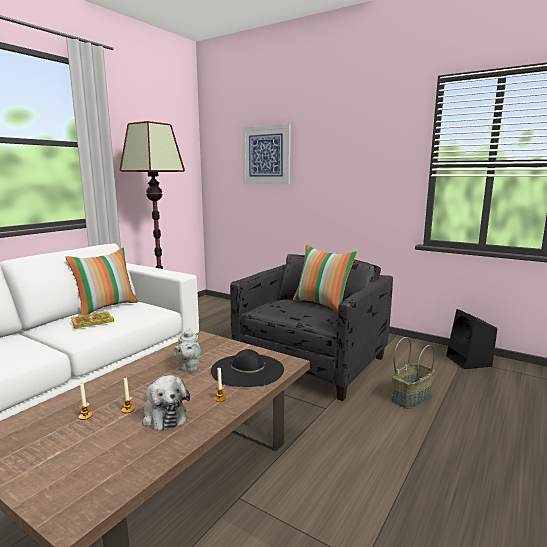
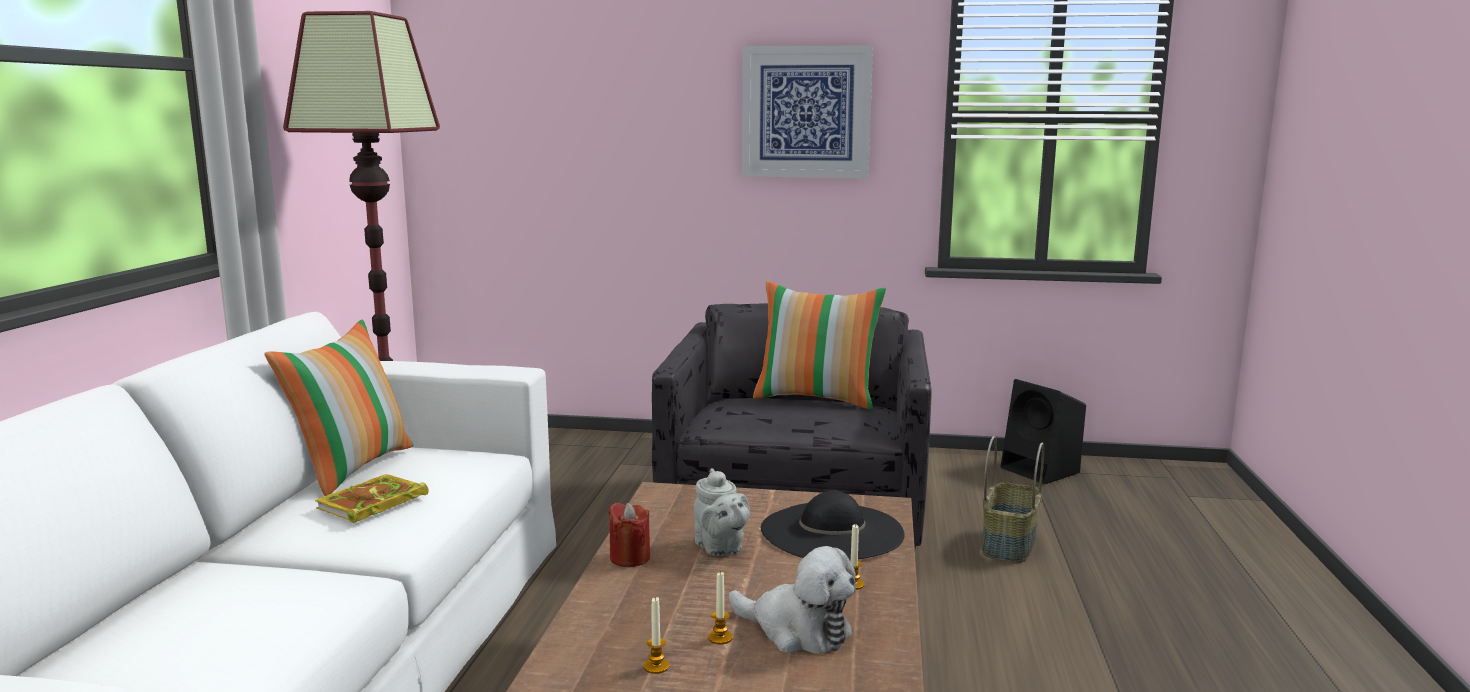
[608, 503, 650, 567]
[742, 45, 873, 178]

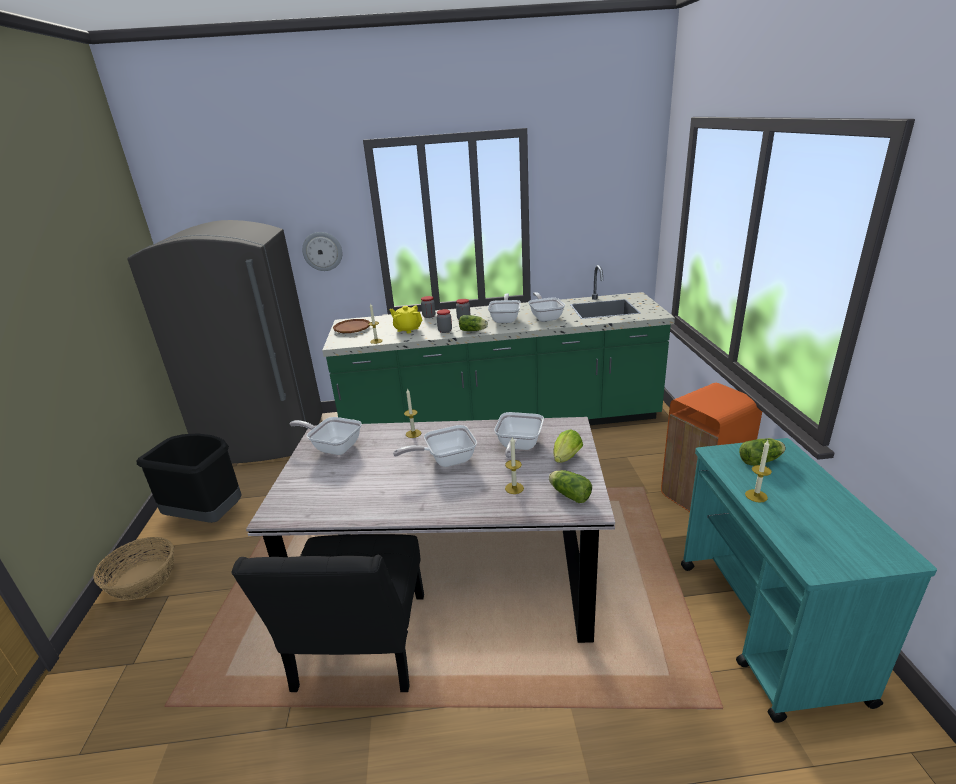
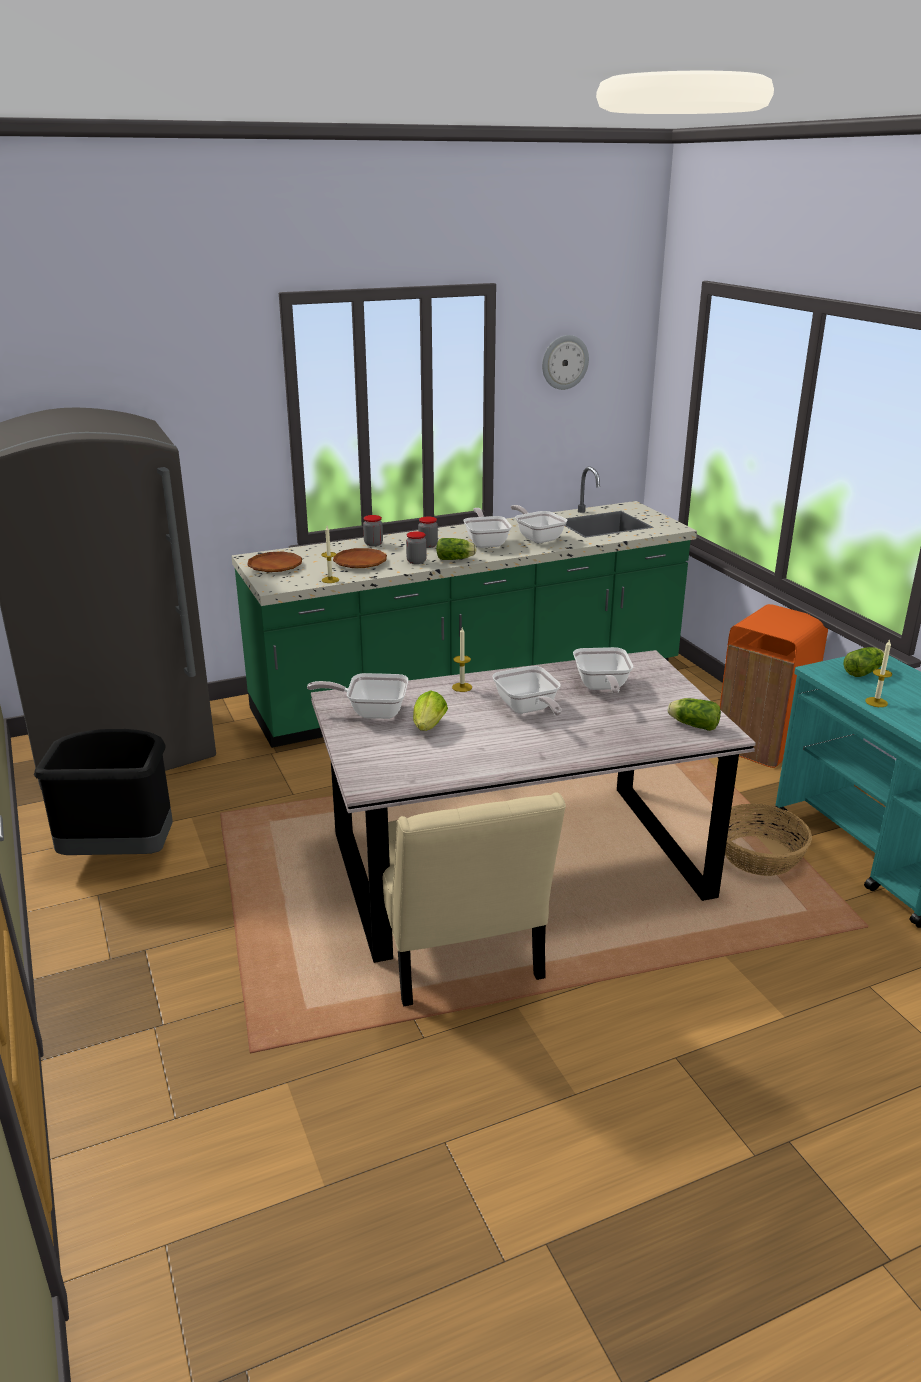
[505, 437, 524, 494] (first image)
[725, 803, 812, 876]
[542, 335, 589, 390]
[413, 690, 448, 731]
[333, 548, 387, 568]
[383, 792, 566, 1006]
[492, 666, 562, 716]

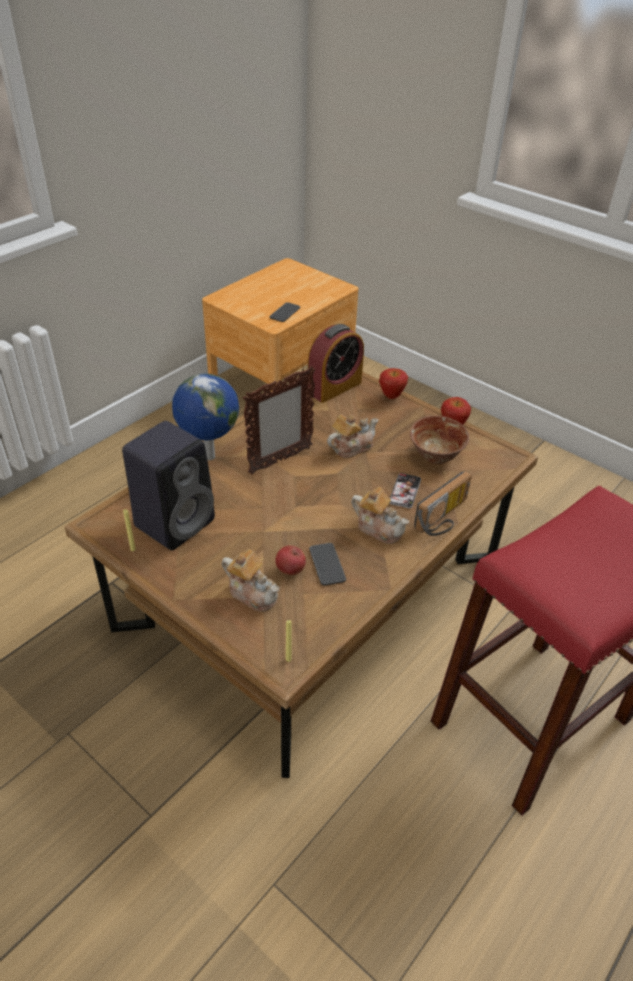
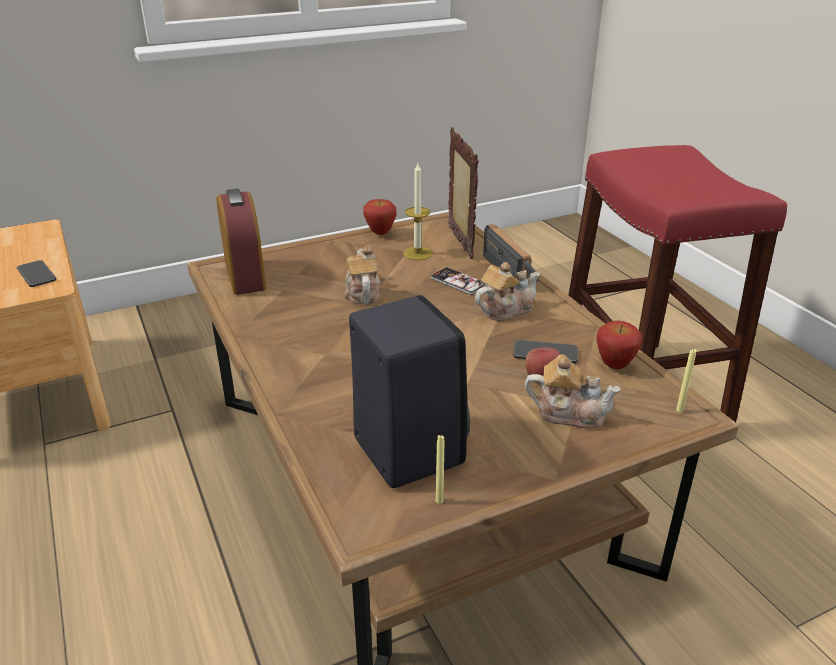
[172, 373, 239, 460] (first image)
[448, 127, 479, 259]
[596, 320, 642, 369]
[403, 163, 432, 260]
[525, 354, 621, 429]

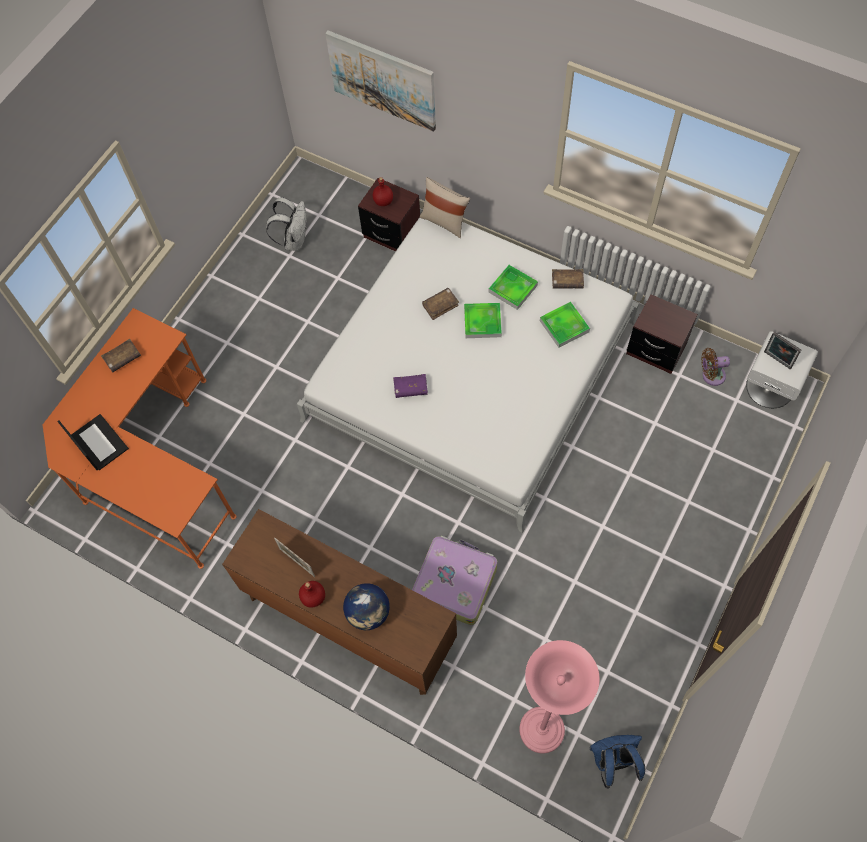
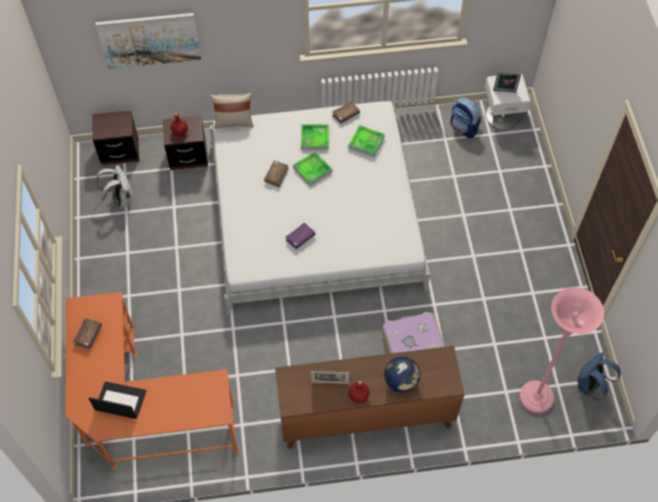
[92, 110, 139, 165]
[450, 97, 481, 138]

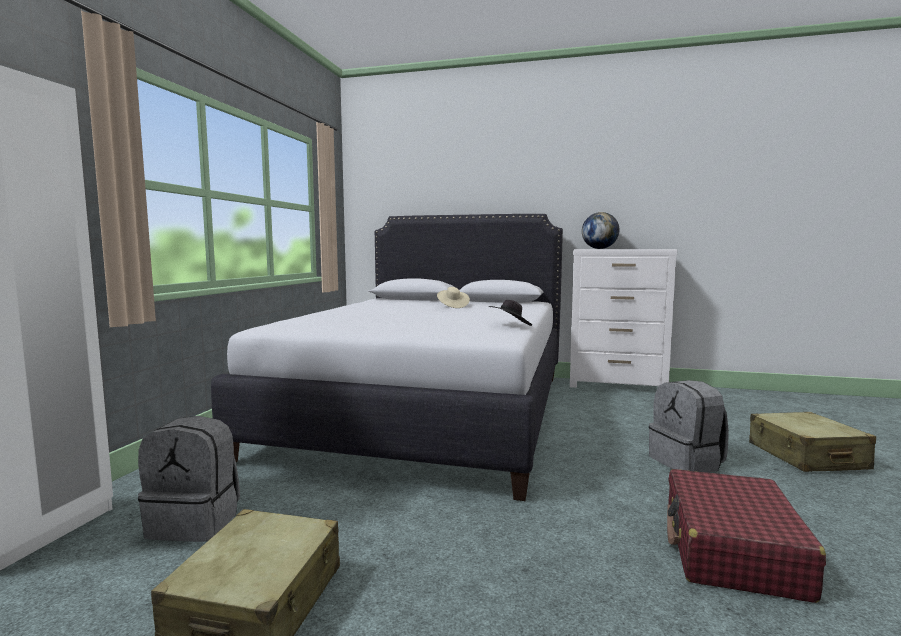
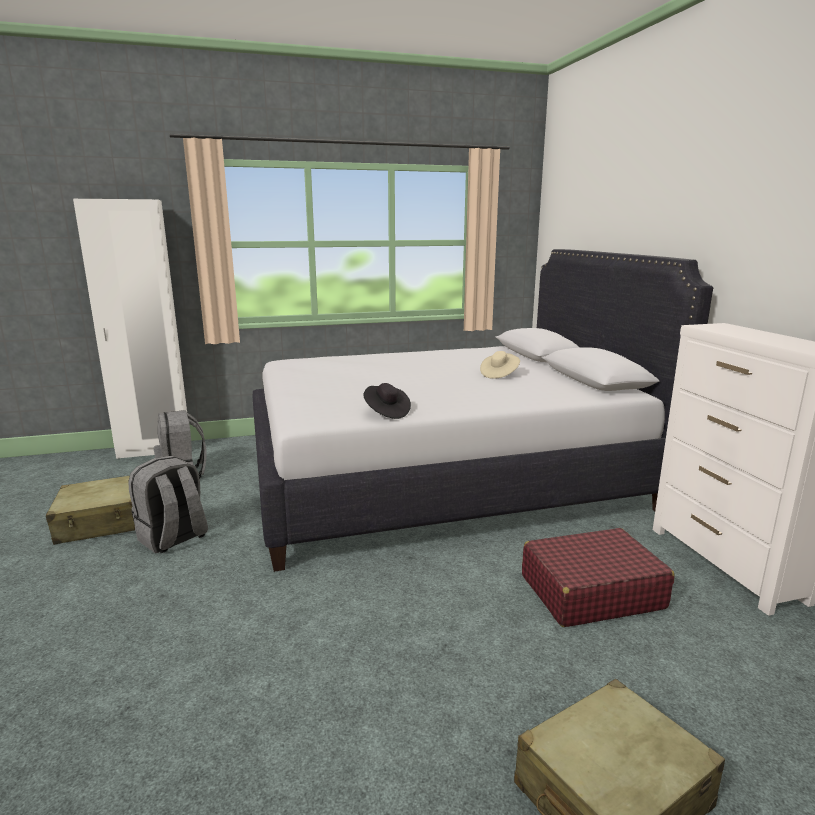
[582, 212, 619, 249] (first image)
[128, 456, 208, 554]
[522, 528, 675, 627]

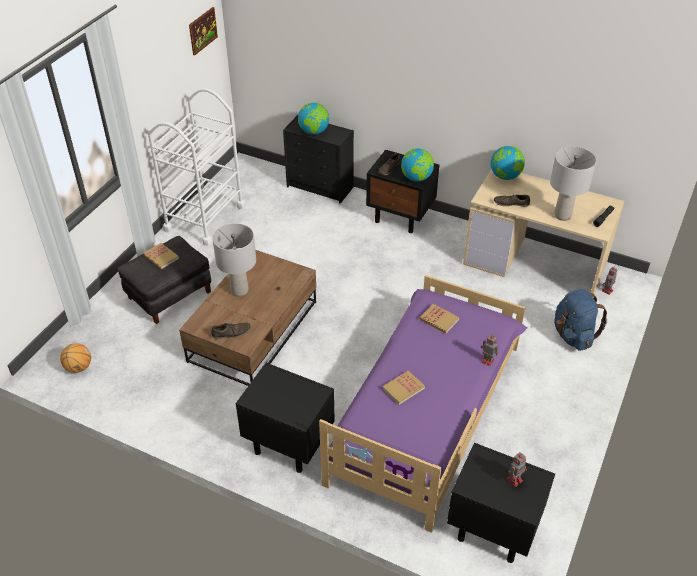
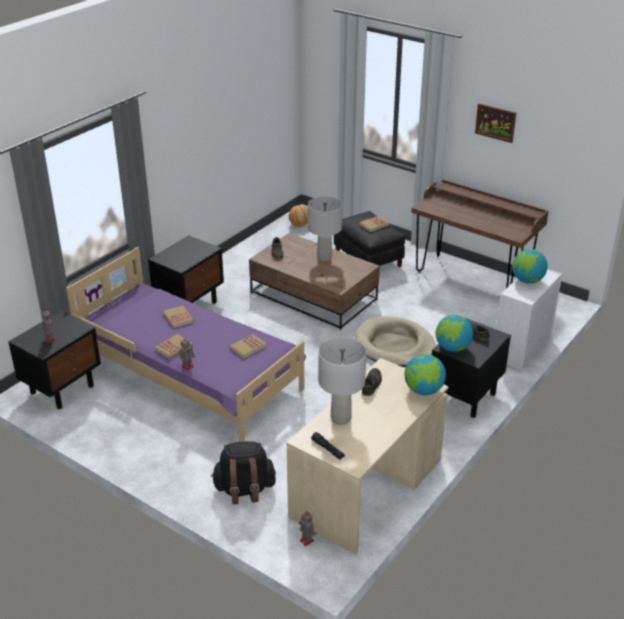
[155, 334, 193, 359]
[355, 316, 436, 367]
[475, 104, 516, 143]
[411, 179, 549, 289]
[496, 269, 562, 370]
[211, 441, 276, 504]

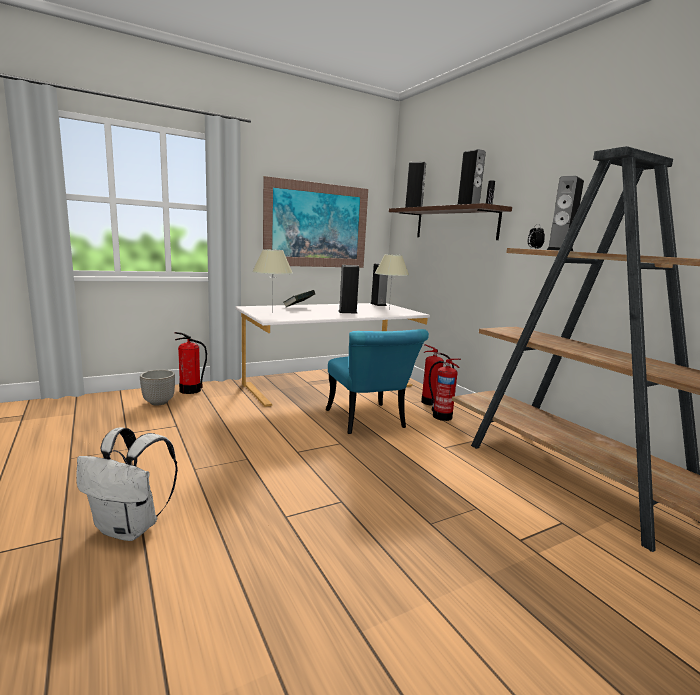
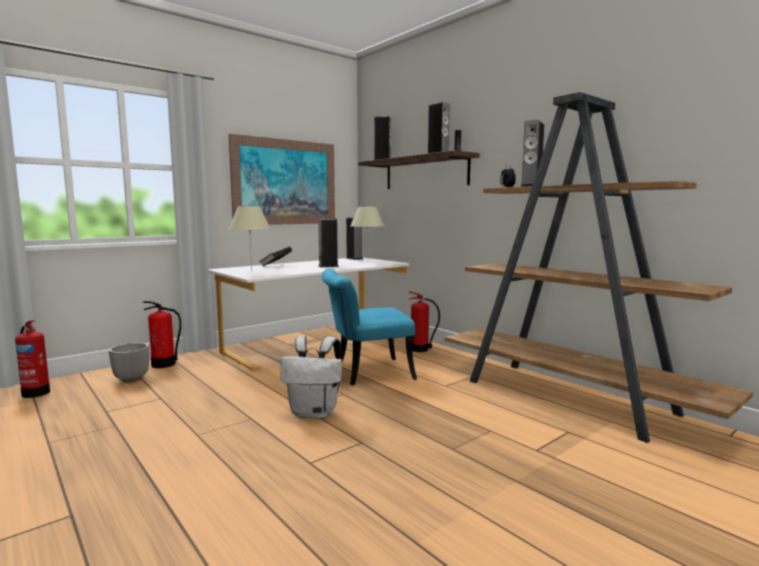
[280, 336, 342, 418]
[15, 320, 50, 398]
[322, 268, 417, 386]

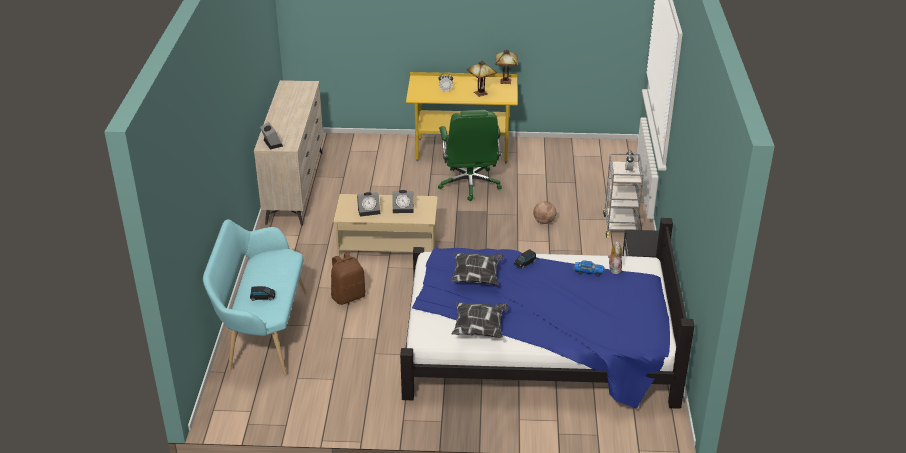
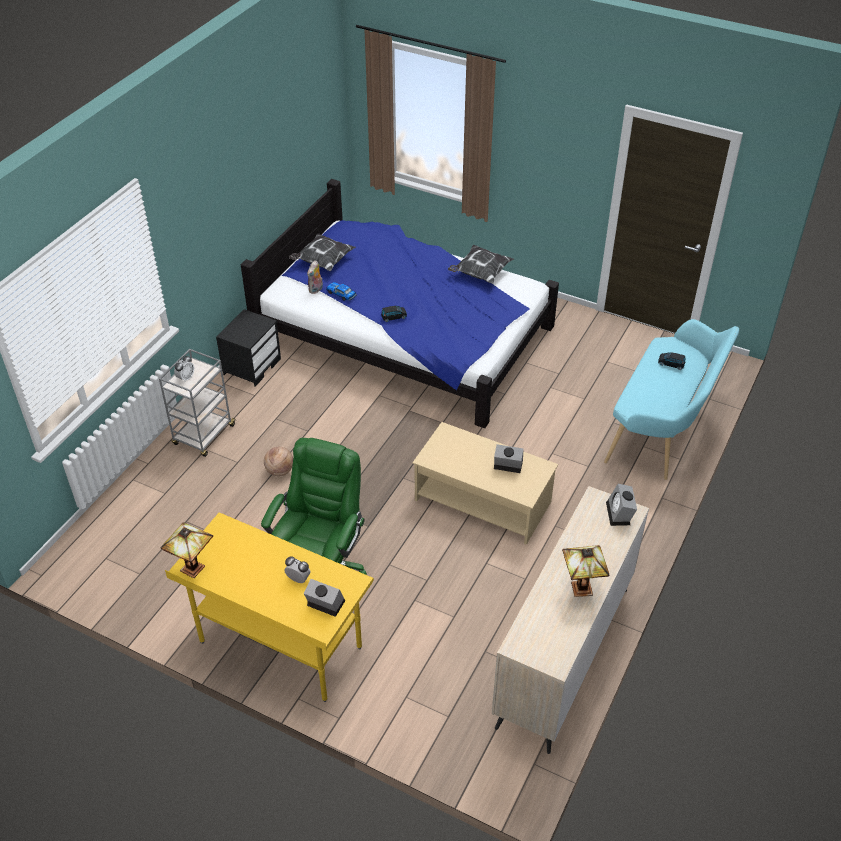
[331, 252, 365, 305] (first image)
[304, 579, 345, 617]
[289, 233, 356, 271]
[562, 545, 610, 597]

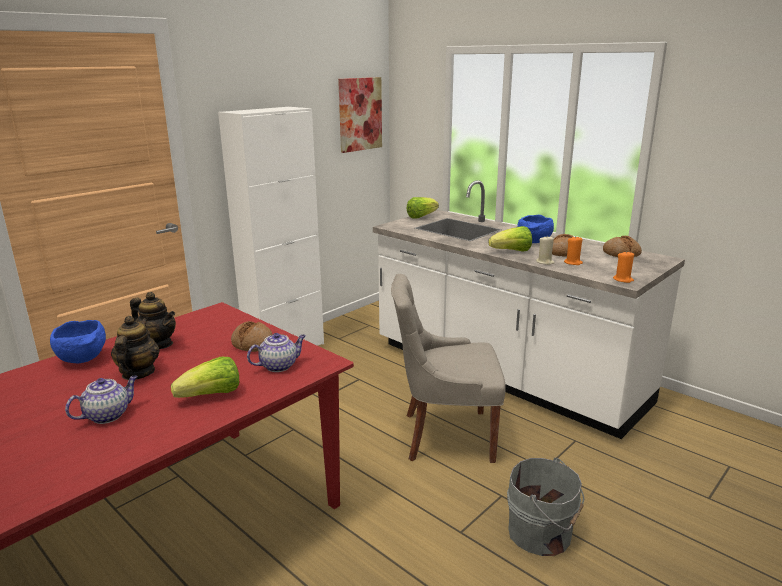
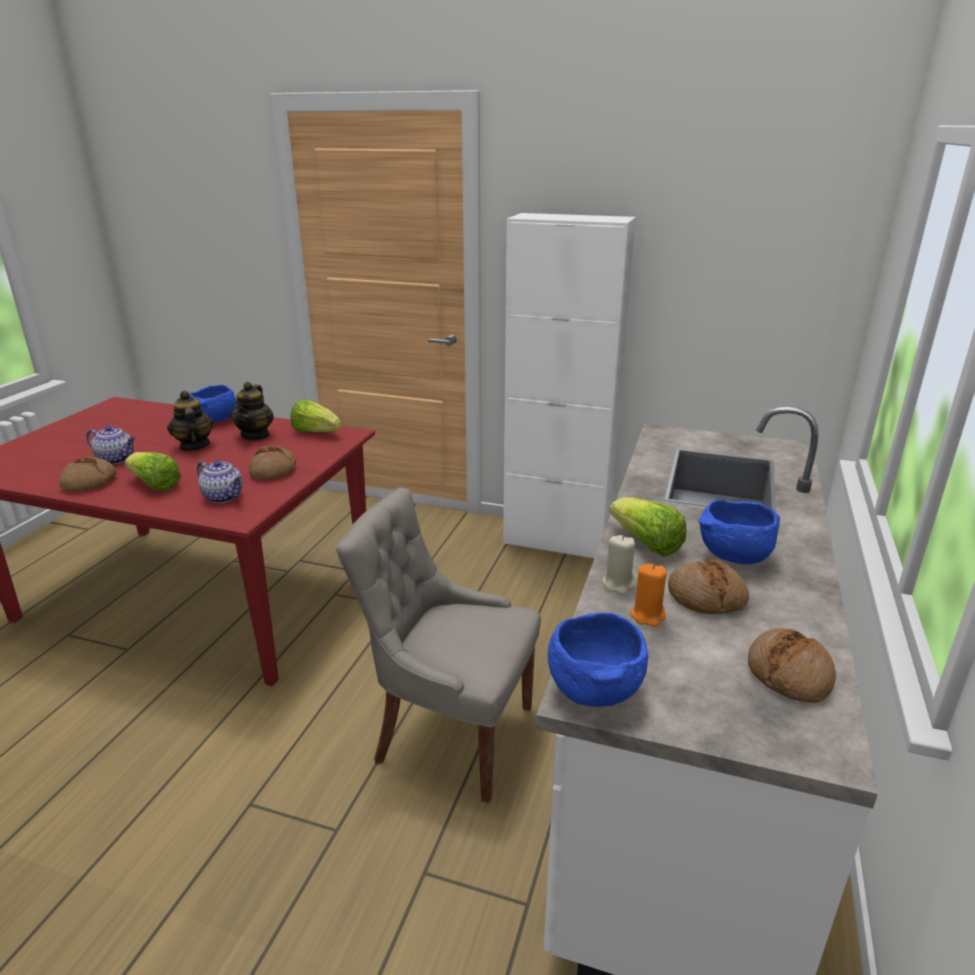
[338, 77, 382, 153] (first image)
[507, 458, 585, 556] (first image)
[59, 456, 117, 492]
[290, 399, 341, 432]
[548, 613, 648, 706]
[167, 391, 214, 451]
[336, 487, 541, 803]

